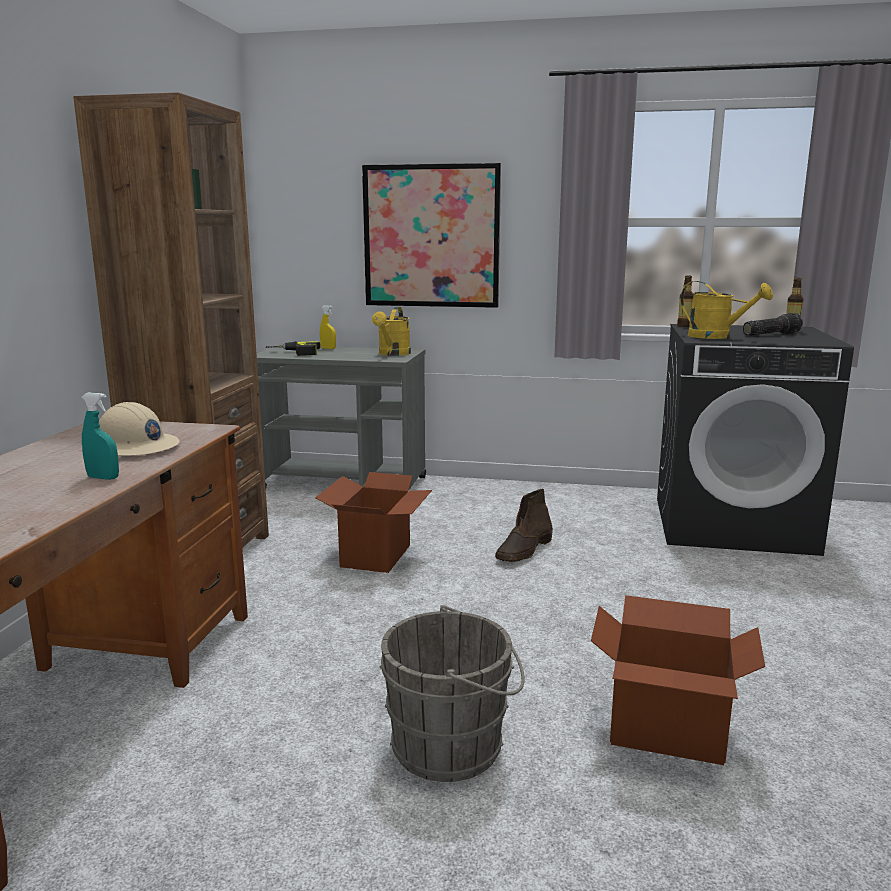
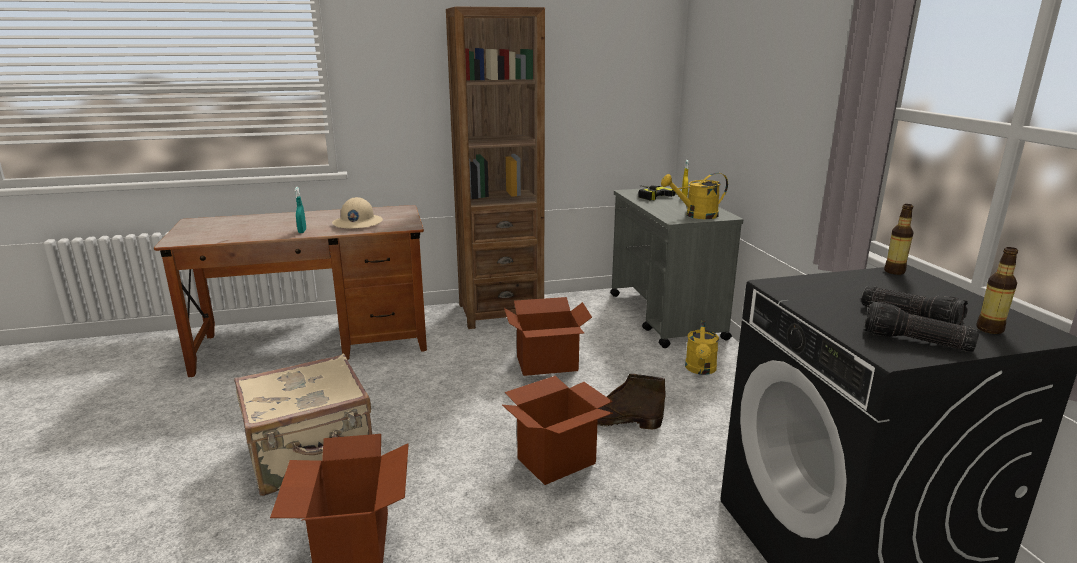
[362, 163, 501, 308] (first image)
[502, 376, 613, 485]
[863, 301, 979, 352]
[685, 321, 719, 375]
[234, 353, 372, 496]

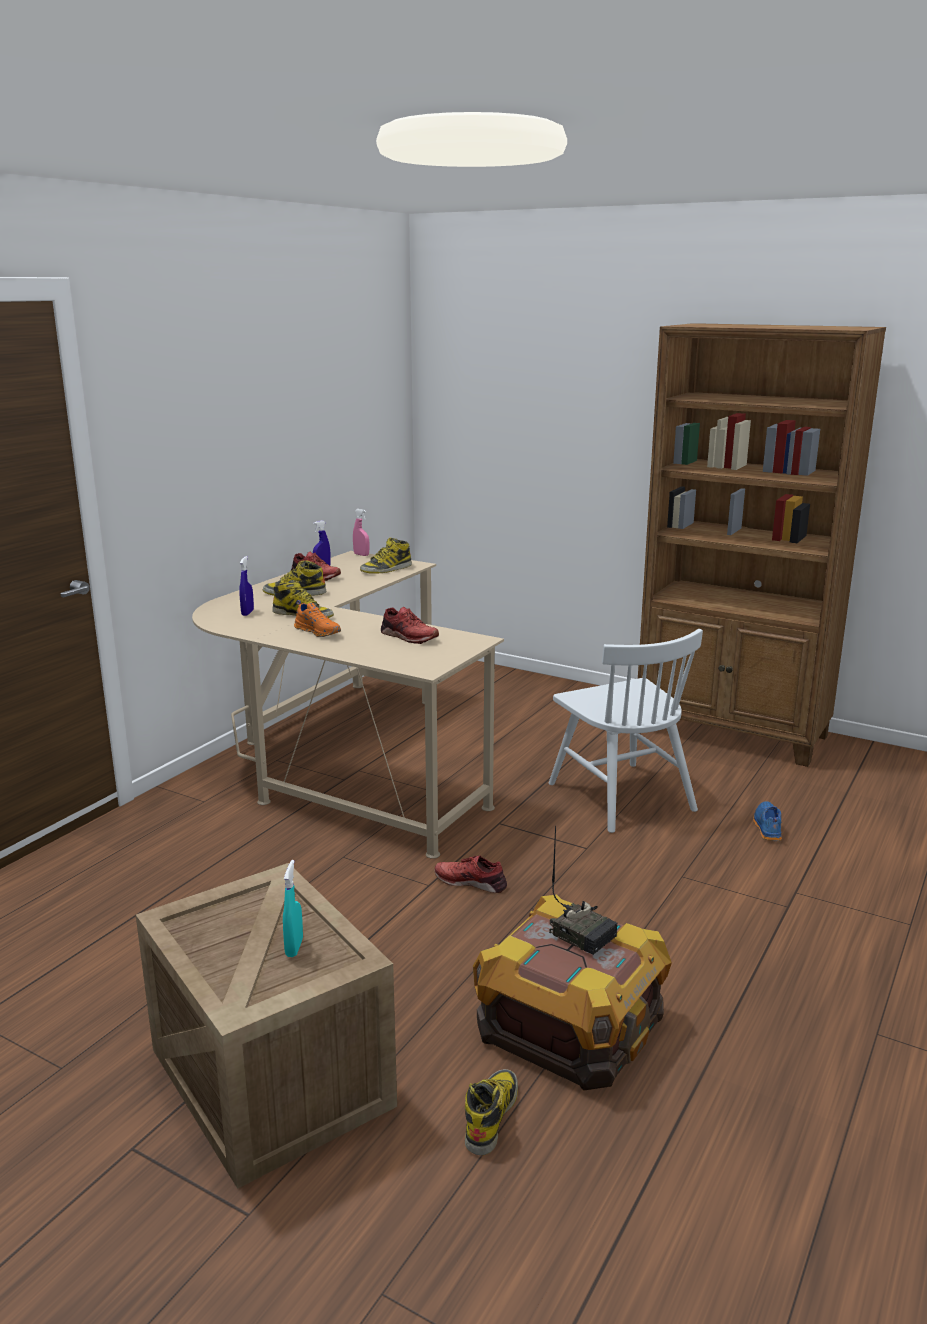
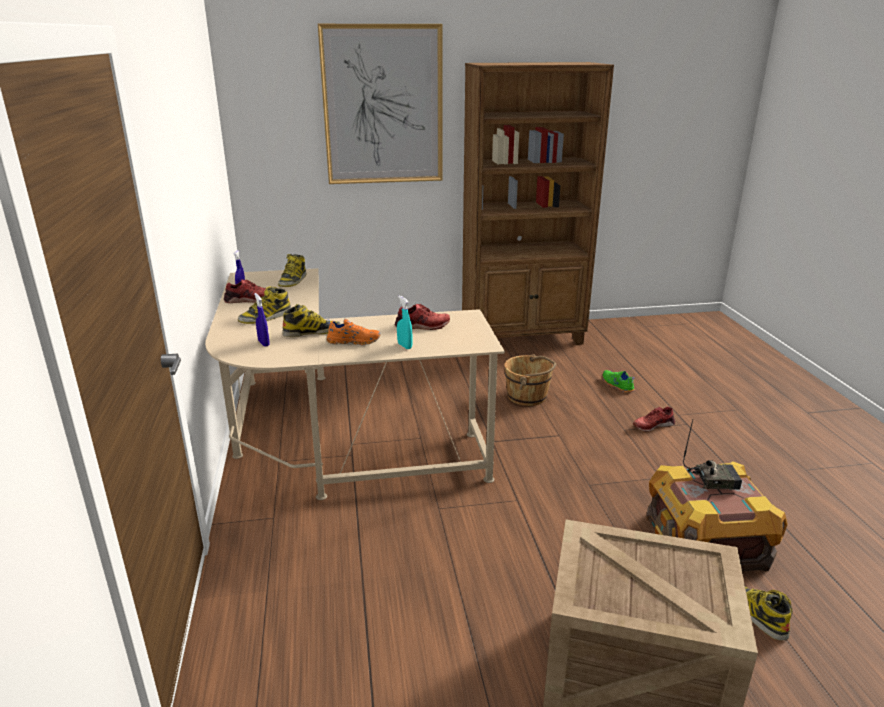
[353, 509, 369, 556] (first image)
[318, 24, 442, 184]
[397, 296, 413, 349]
[633, 407, 675, 432]
[504, 354, 556, 406]
[603, 370, 635, 393]

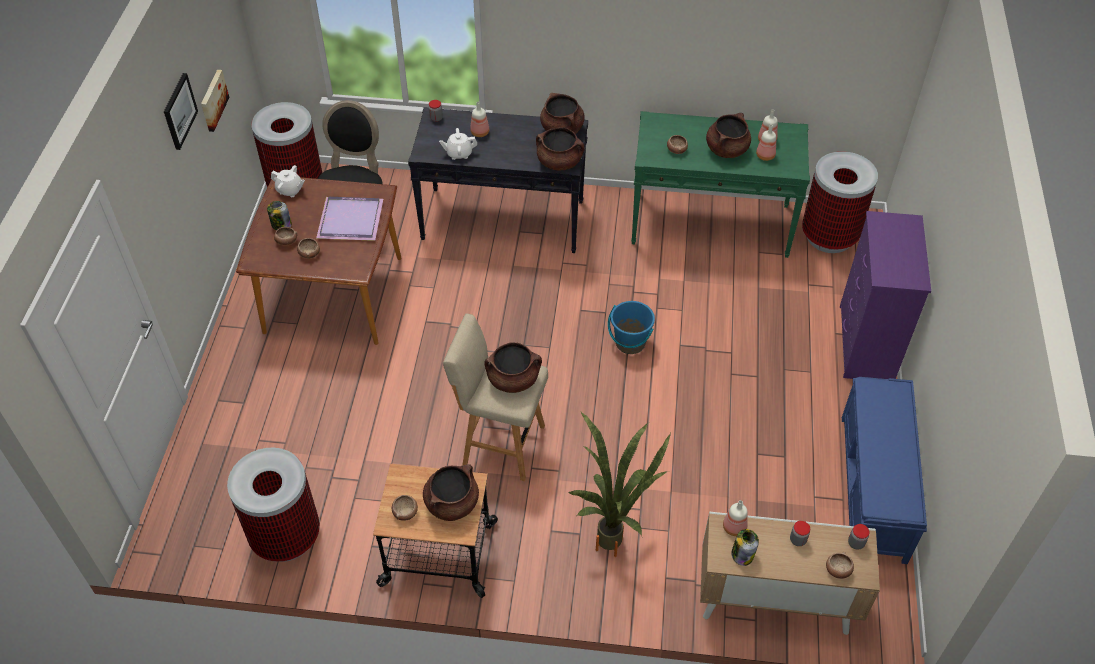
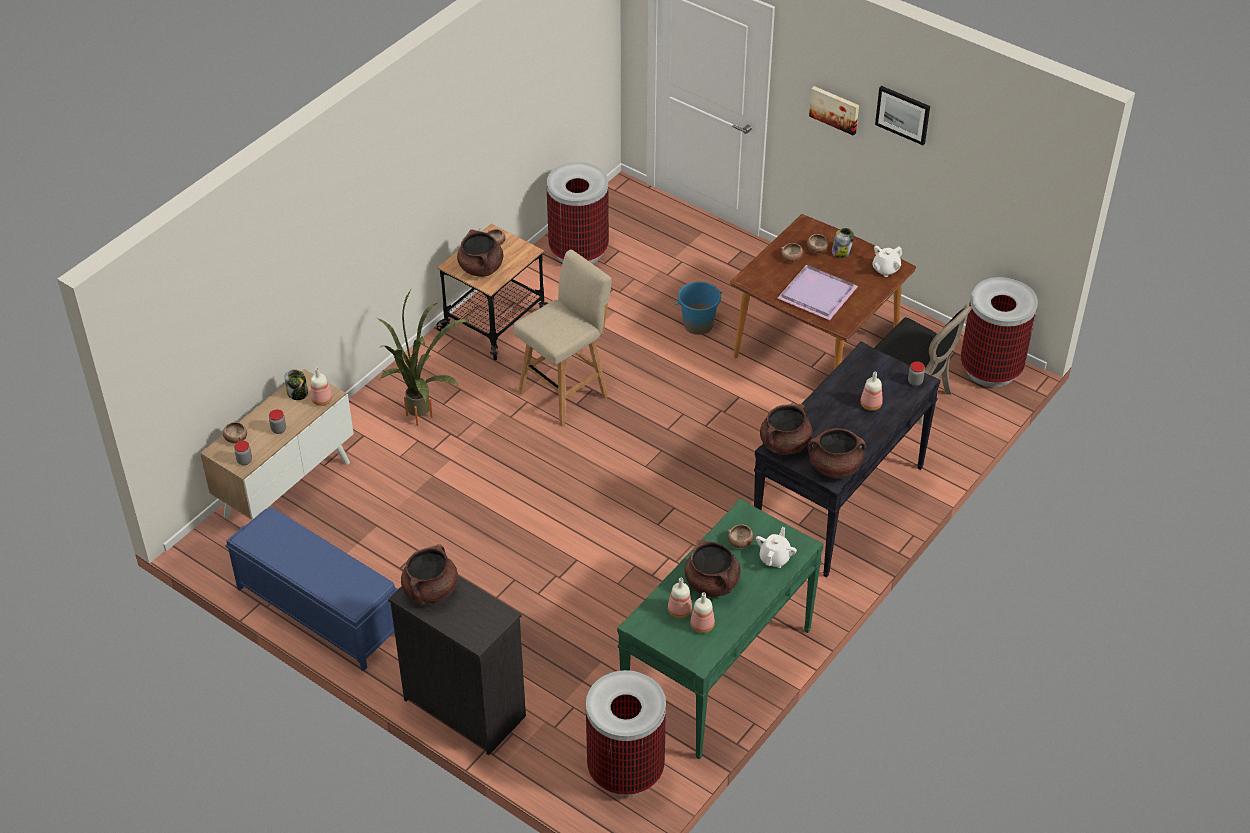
[809, 86, 859, 136]
[756, 527, 797, 568]
[401, 544, 458, 604]
[675, 282, 722, 335]
[388, 576, 526, 755]

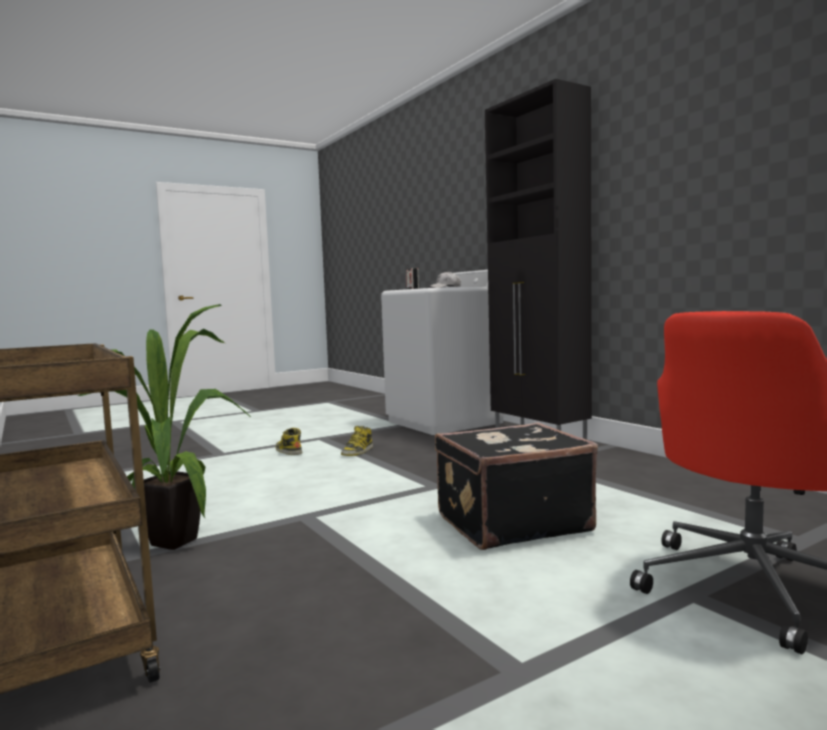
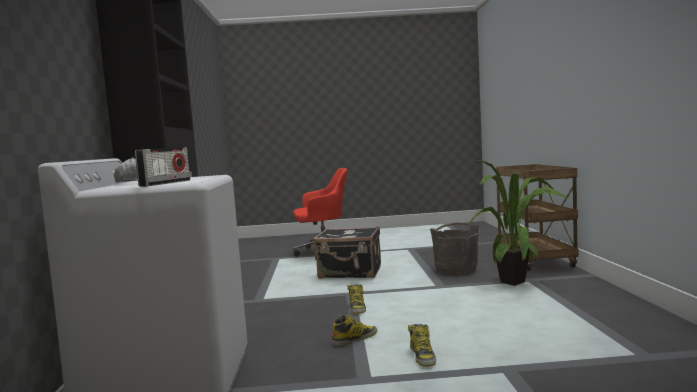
[347, 284, 366, 314]
[430, 222, 478, 275]

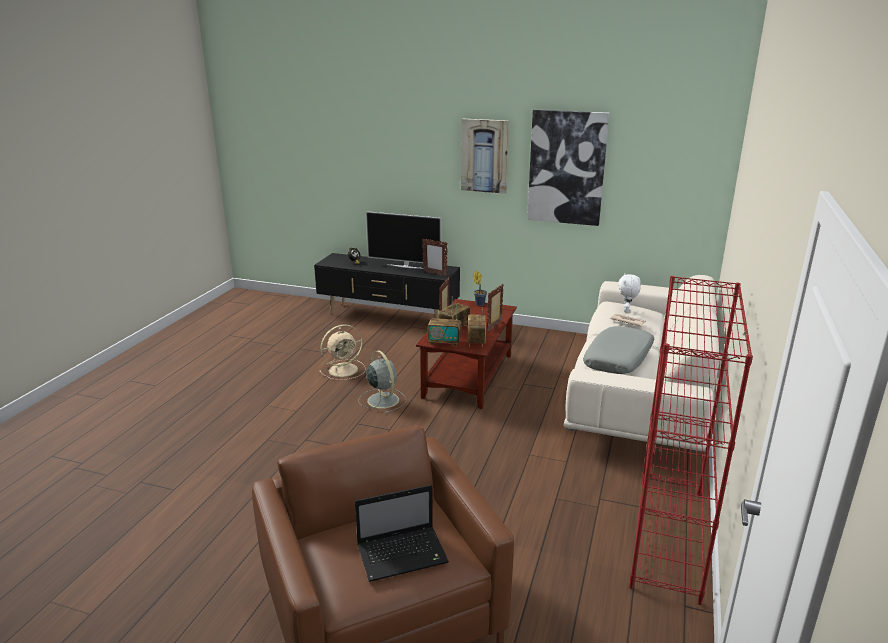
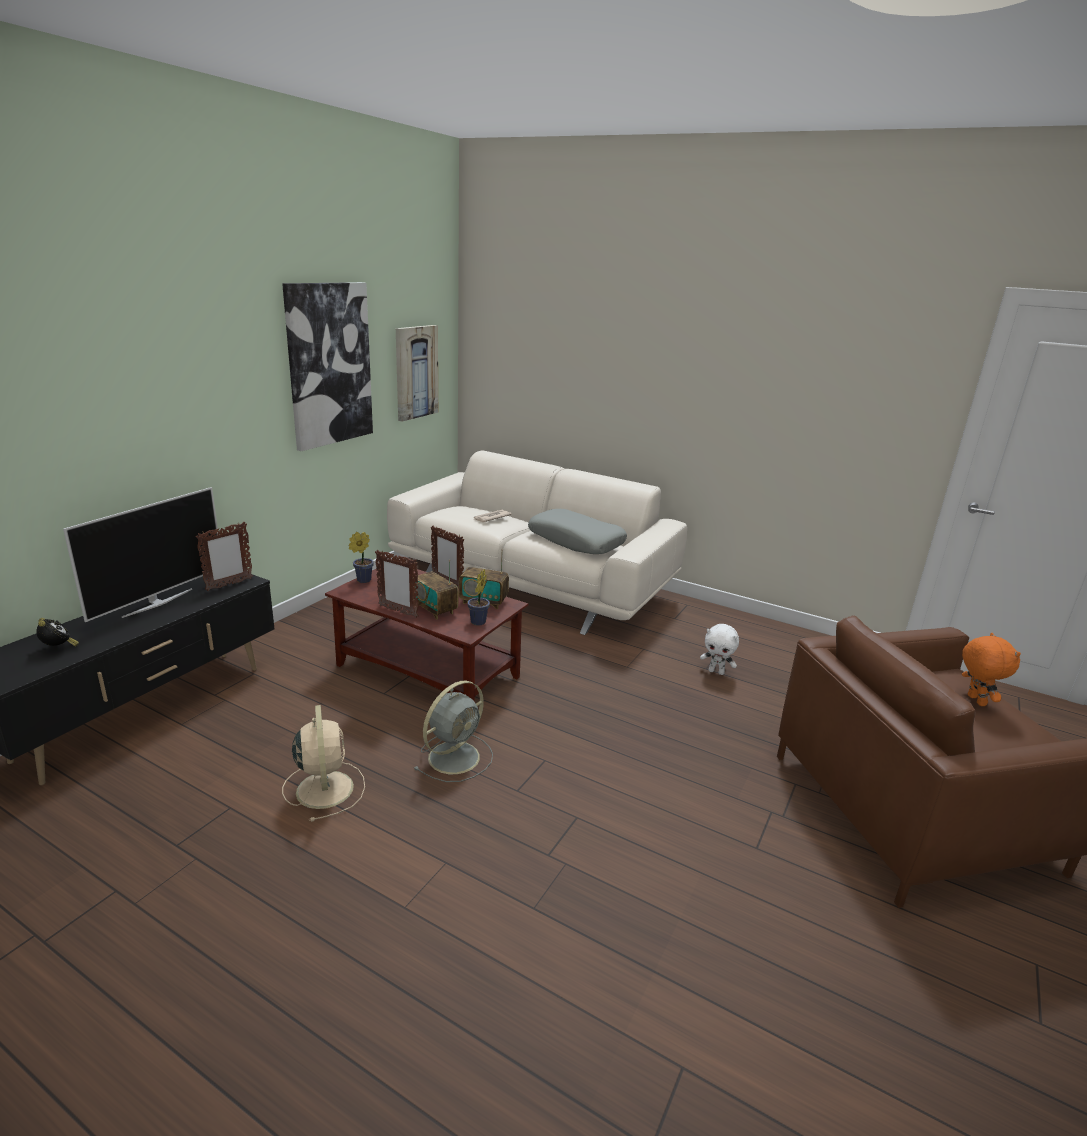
[629, 276, 753, 605] (first image)
[396, 325, 438, 422]
[700, 624, 739, 675]
[962, 633, 1021, 706]
[467, 569, 490, 625]
[414, 681, 493, 782]

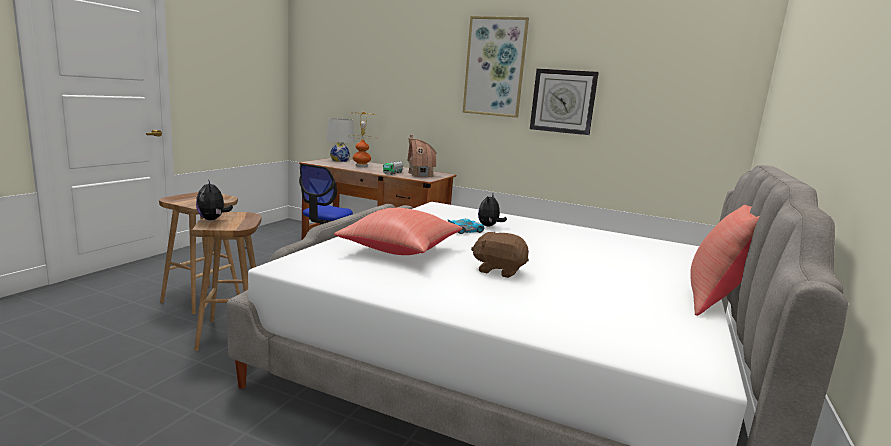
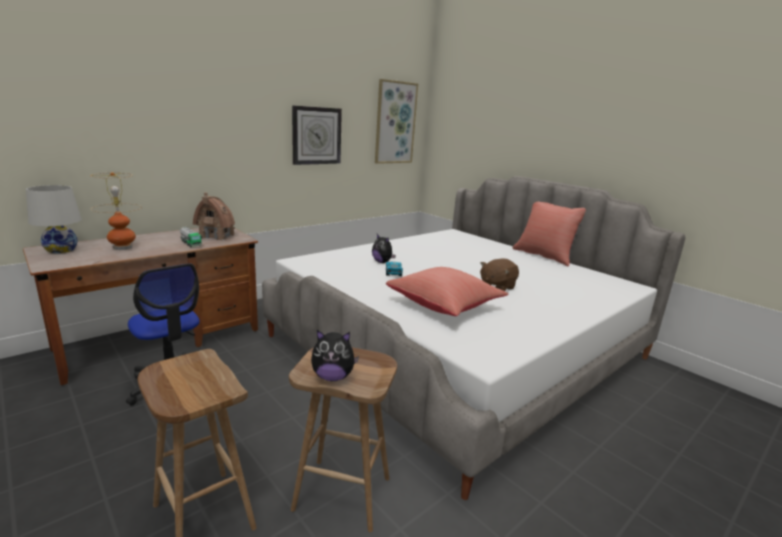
[375, 79, 418, 164]

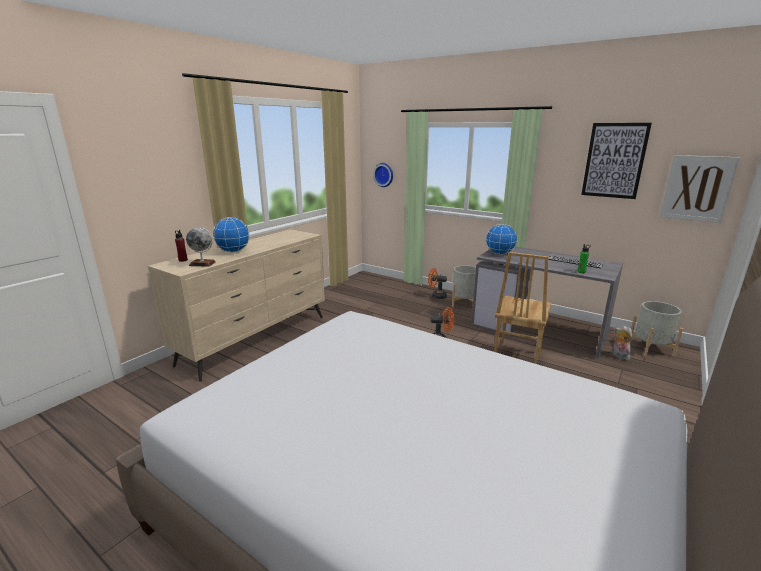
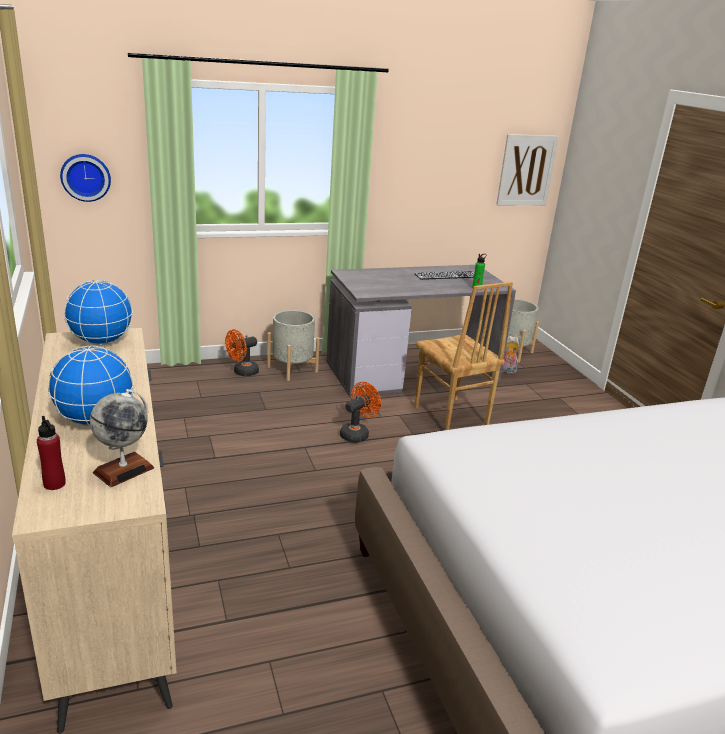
[581, 123, 652, 199] (first image)
[64, 280, 133, 345]

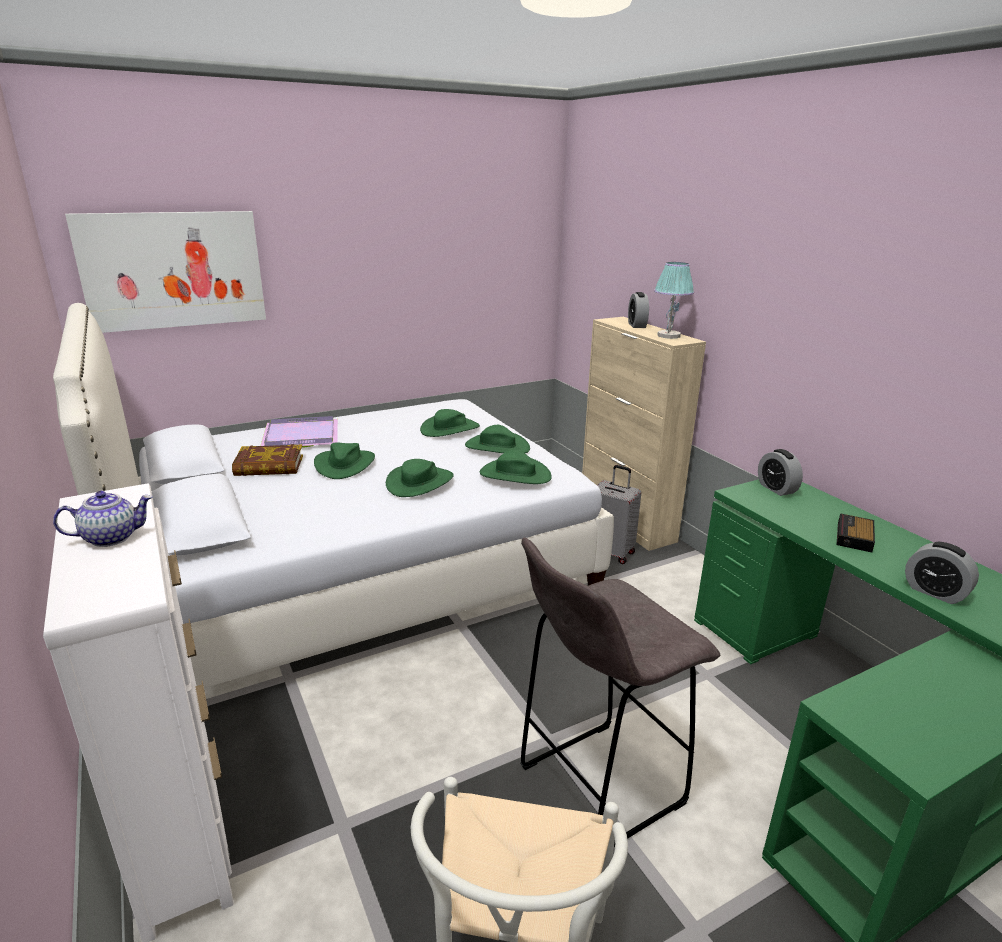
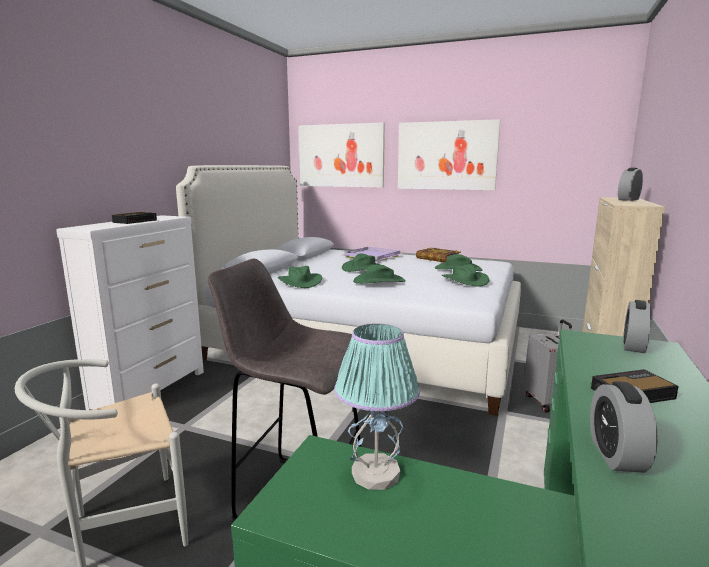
[398, 119, 500, 190]
[416, 248, 461, 262]
[278, 266, 322, 288]
[334, 324, 420, 490]
[112, 212, 157, 224]

